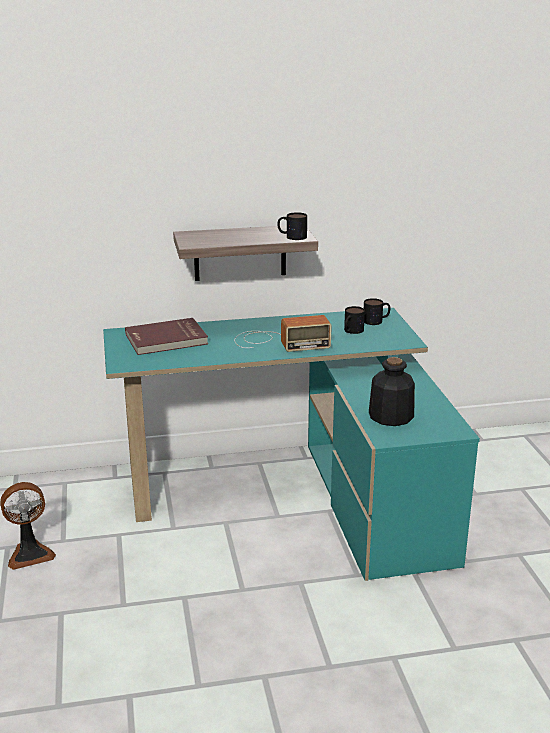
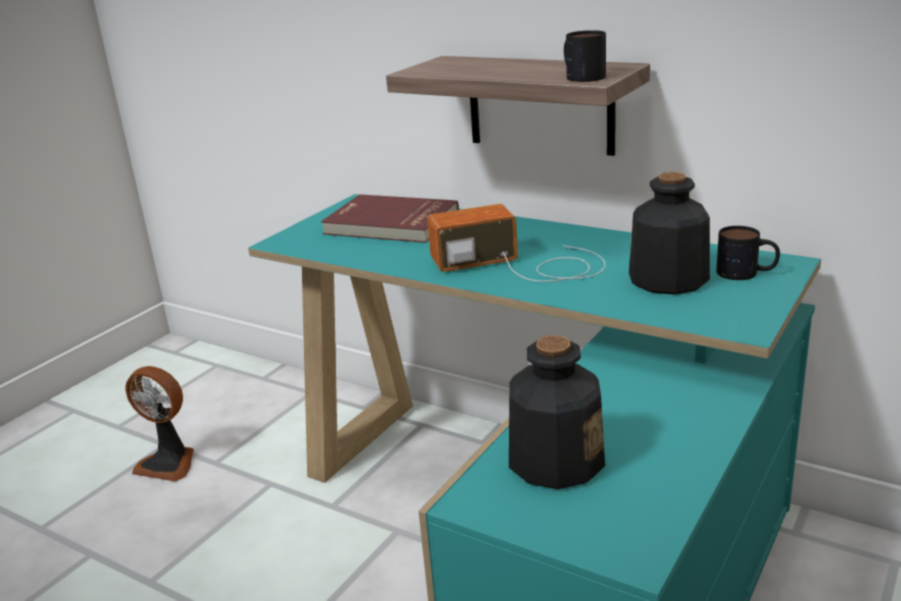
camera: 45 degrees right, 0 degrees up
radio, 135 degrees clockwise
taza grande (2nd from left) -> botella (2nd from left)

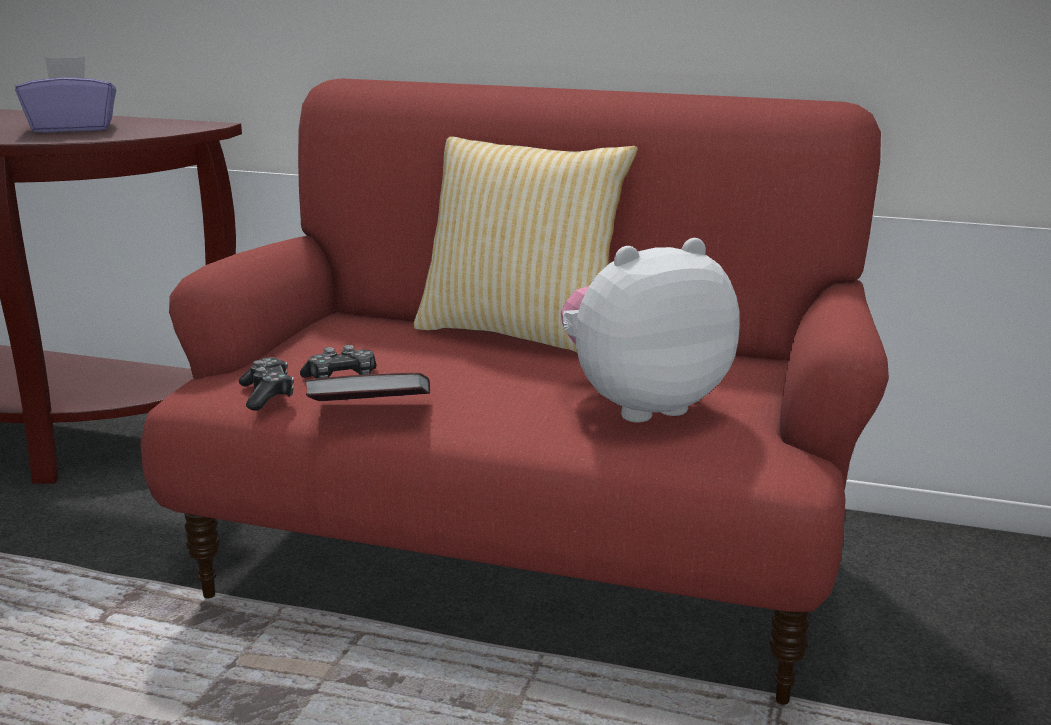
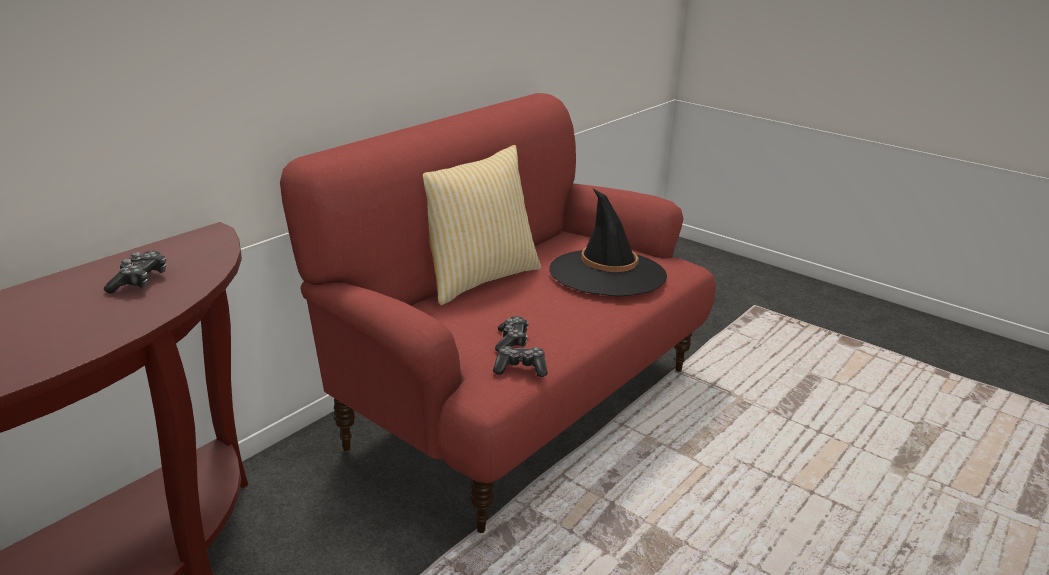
camera: 70 degrees left, 5 degrees up
caja de pañuelos [morado] -> mando de consola (1st from left)
peluche -> sombrero [negro]
libro -> none

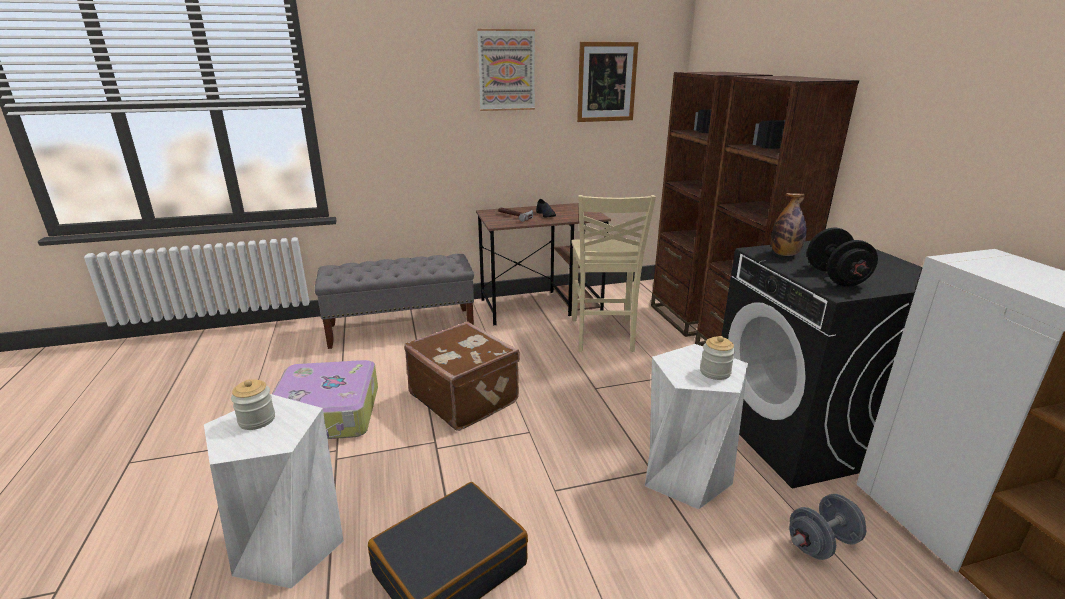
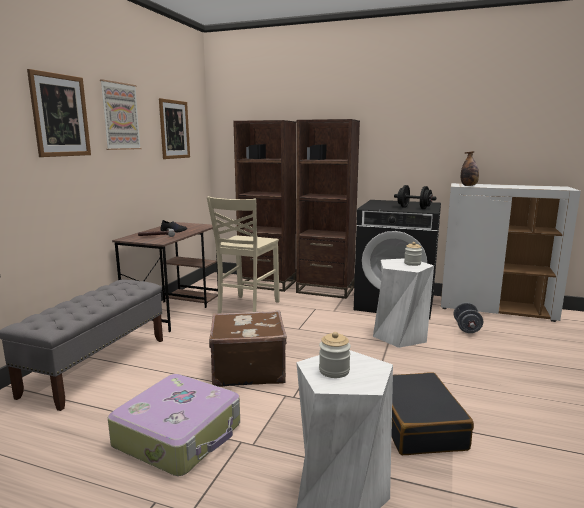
camera: 55 degrees left, 10 degrees down
none -> cuadro (1st from left)
silla [beis], 75 degrees clockwise
botella, move

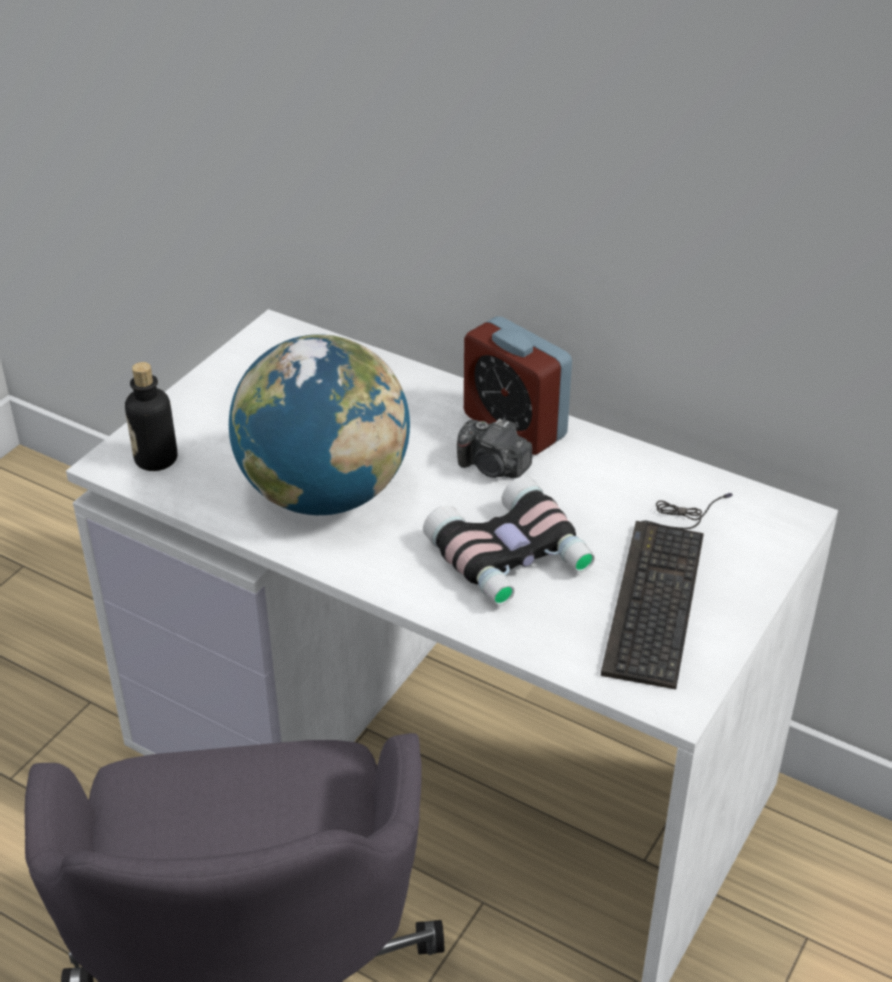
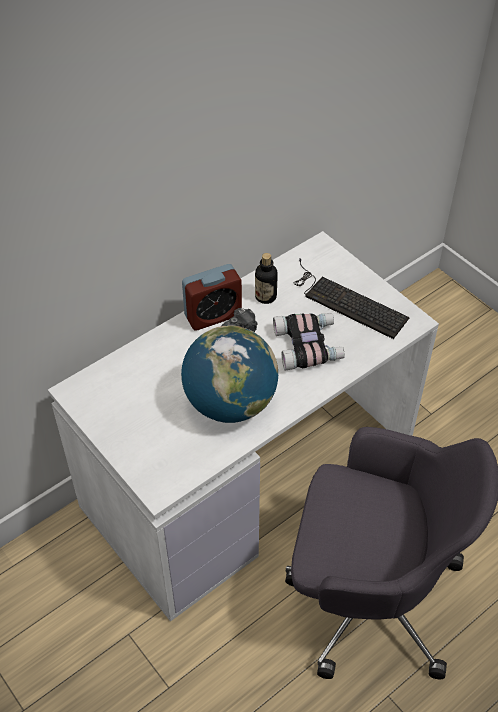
camera: 70 degrees left, 10 degrees up
botella, move

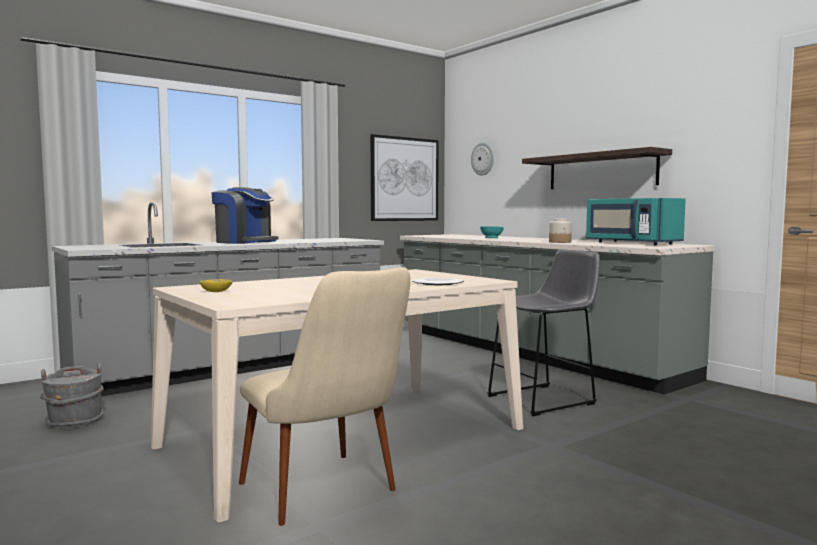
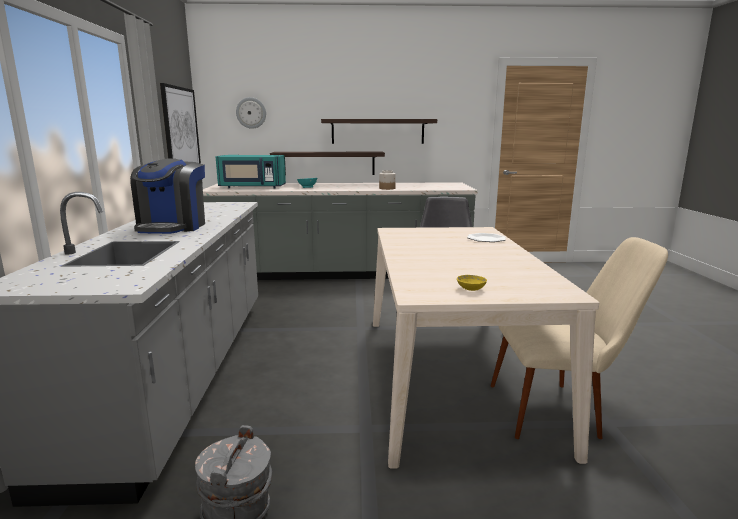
camera: 55 degrees left, 10 degrees up
cafetera, 120 degrees clockwise
microondas [turquesa], move
none -> estante (1st from left)

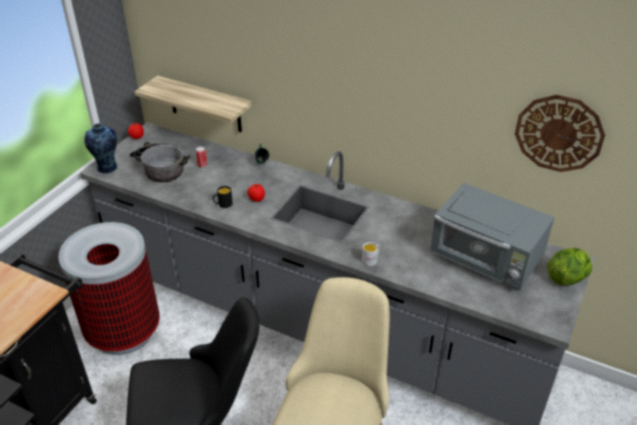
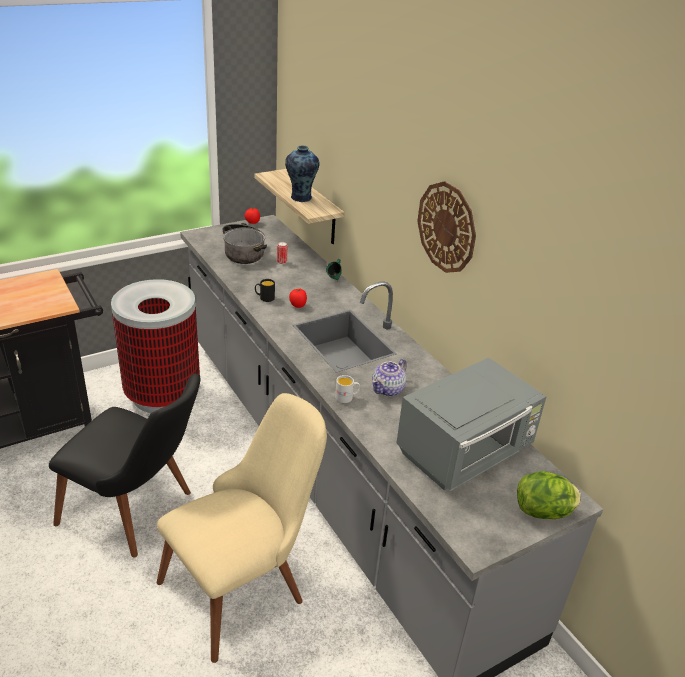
camera: 30 degrees right, 5 degrees down
florero, move
none -> tetera
microondas [gris], 105 degrees counterclockwise
reloj de pared, move

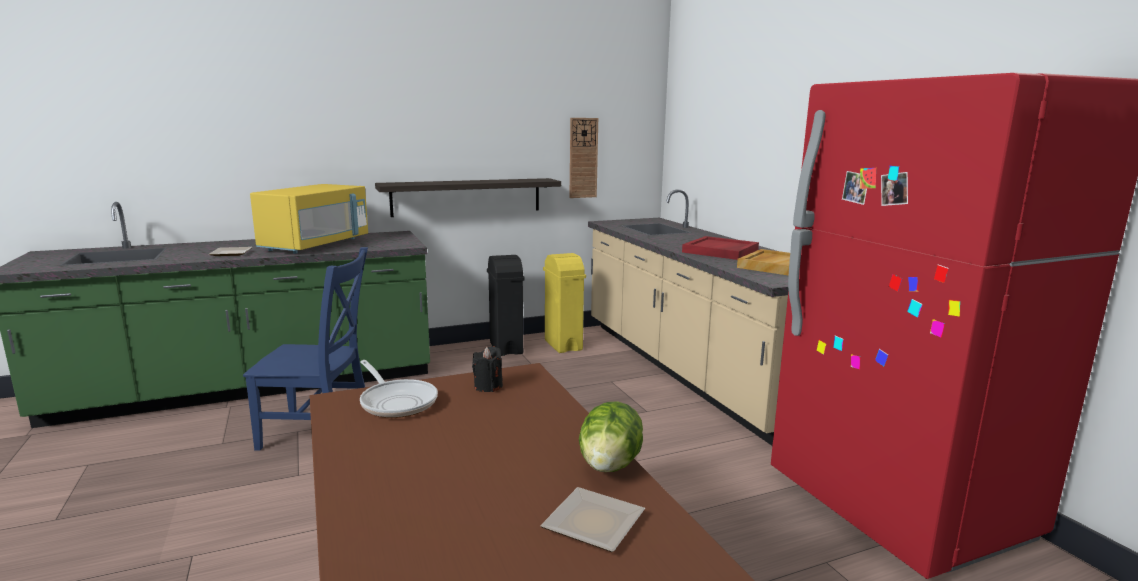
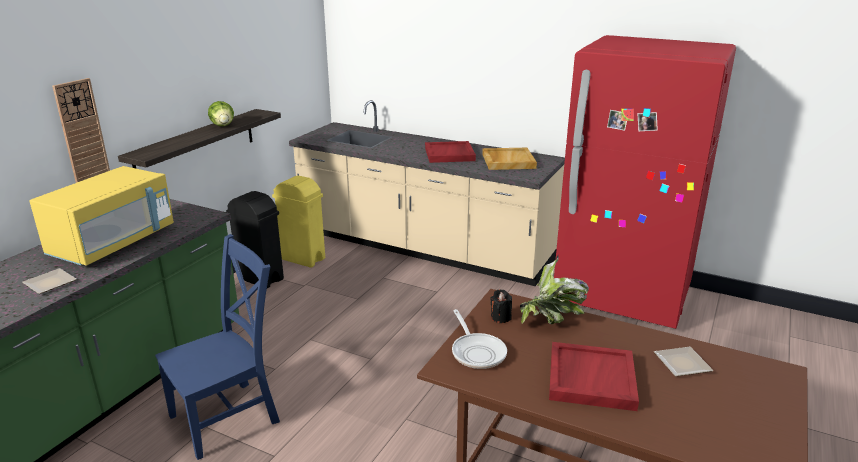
camera: 40 degrees left, 10 degrees up
microondas [amarillo], 45 degrees clockwise
reloj de pared, move
lechuga, move
sartén, 60 degrees clockwise
none -> planta en maceta
none -> bandeja [rojo] (2nd from left)

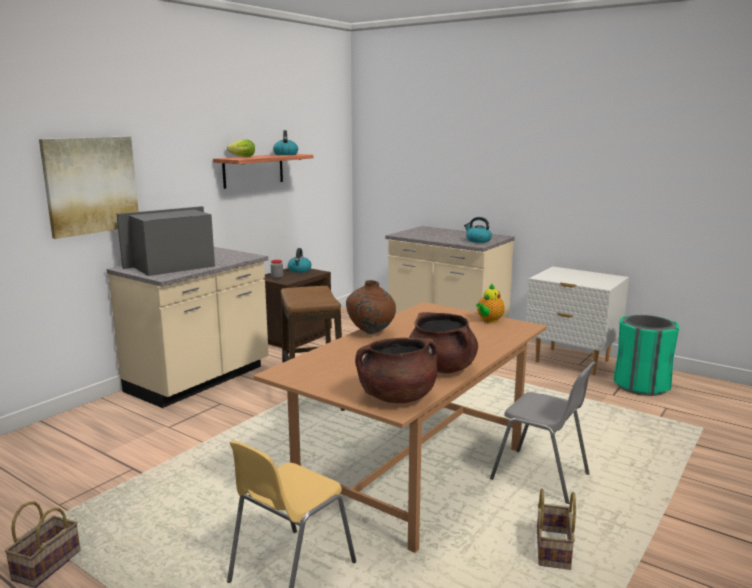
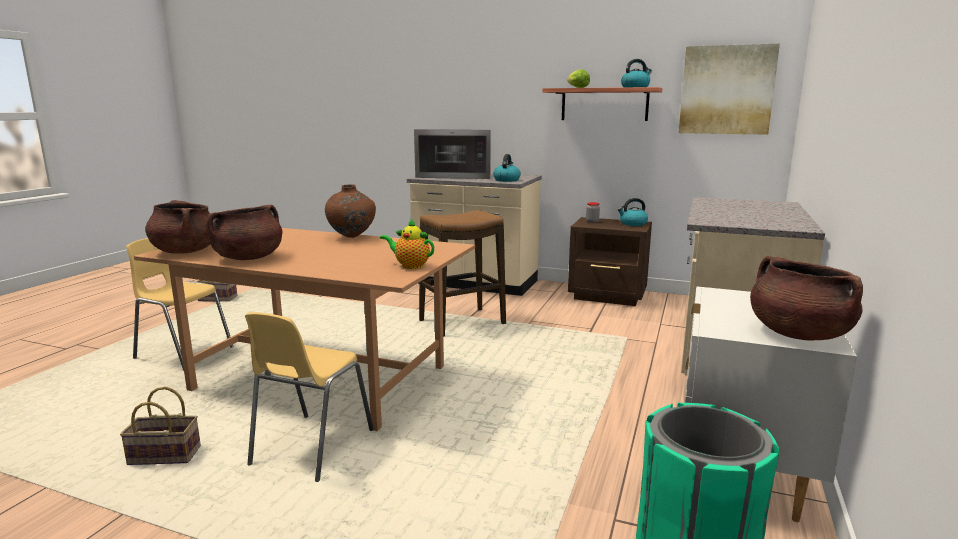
camera: 75 degrees right, 0 degrees up
silla [gris] -> silla [amarillo] (2nd from left)
microondas, 150 degrees clockwise
hervidor (3rd from left in the first image) -> hervidor (1st from left), move
cuadro, move
none -> olla [marrón] (3rd from left)

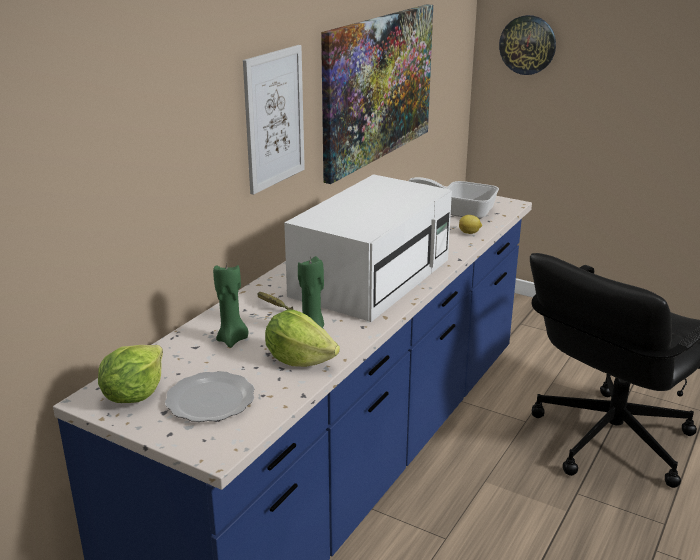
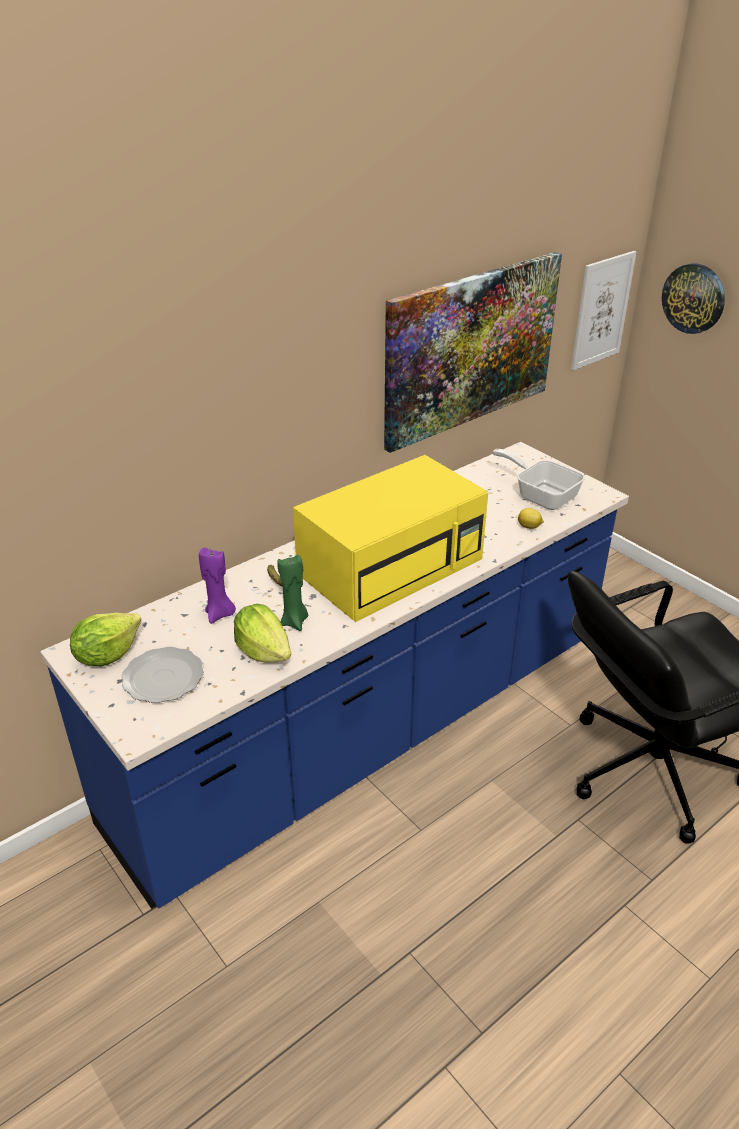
camera: 20 degrees right, 10 degrees up
vela [verde] (1st from left) -> vela [morado]
microondas [blanco] -> microondas [amarillo]
cuadro (1st from left in the first image) -> cuadro (2nd from left), move

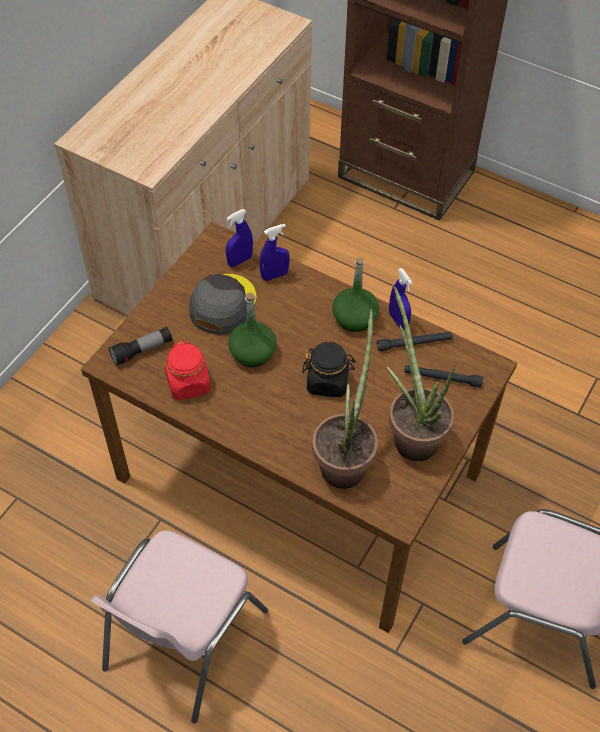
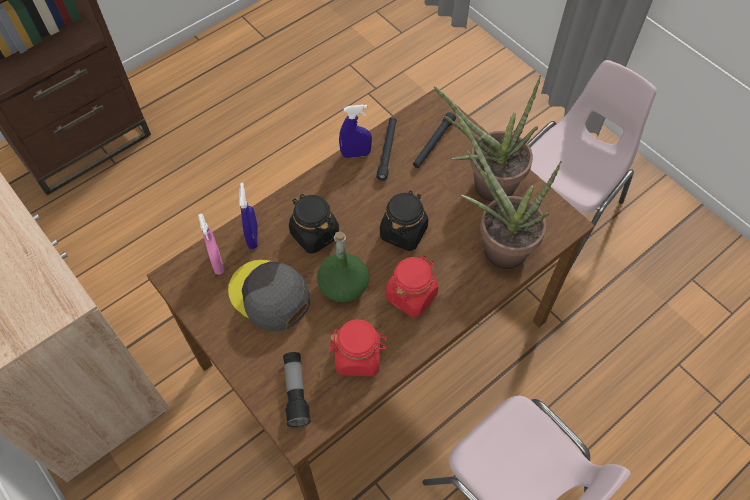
camera: 70 degrees left, 5 degrees up
pulverizador [azul] (1st from left) -> pulverizador [rosa]
none -> tarro [negro] (1st from left)
none -> tarro [rojo] (2nd from left)
botella [verde] (2nd from left) -> none

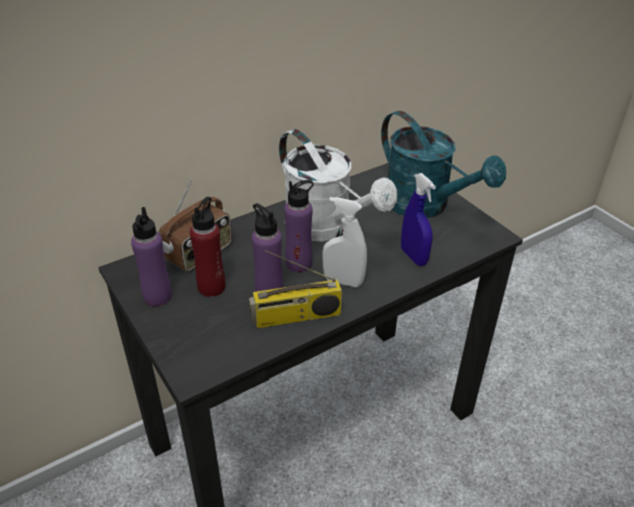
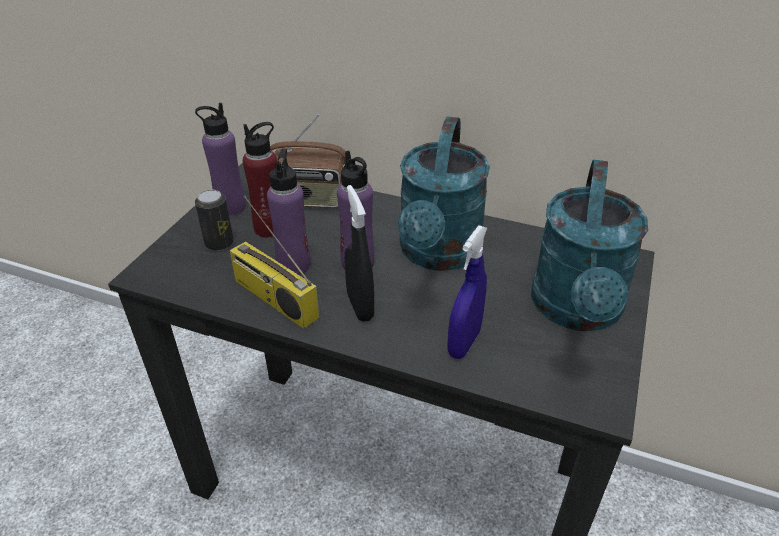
camera: 55 degrees right, 0 degrees up
none -> lata
pulverizador [blanco] -> pulverizador [negro]
regadera [blanco] -> regadera [turquesa] (1st from left)

